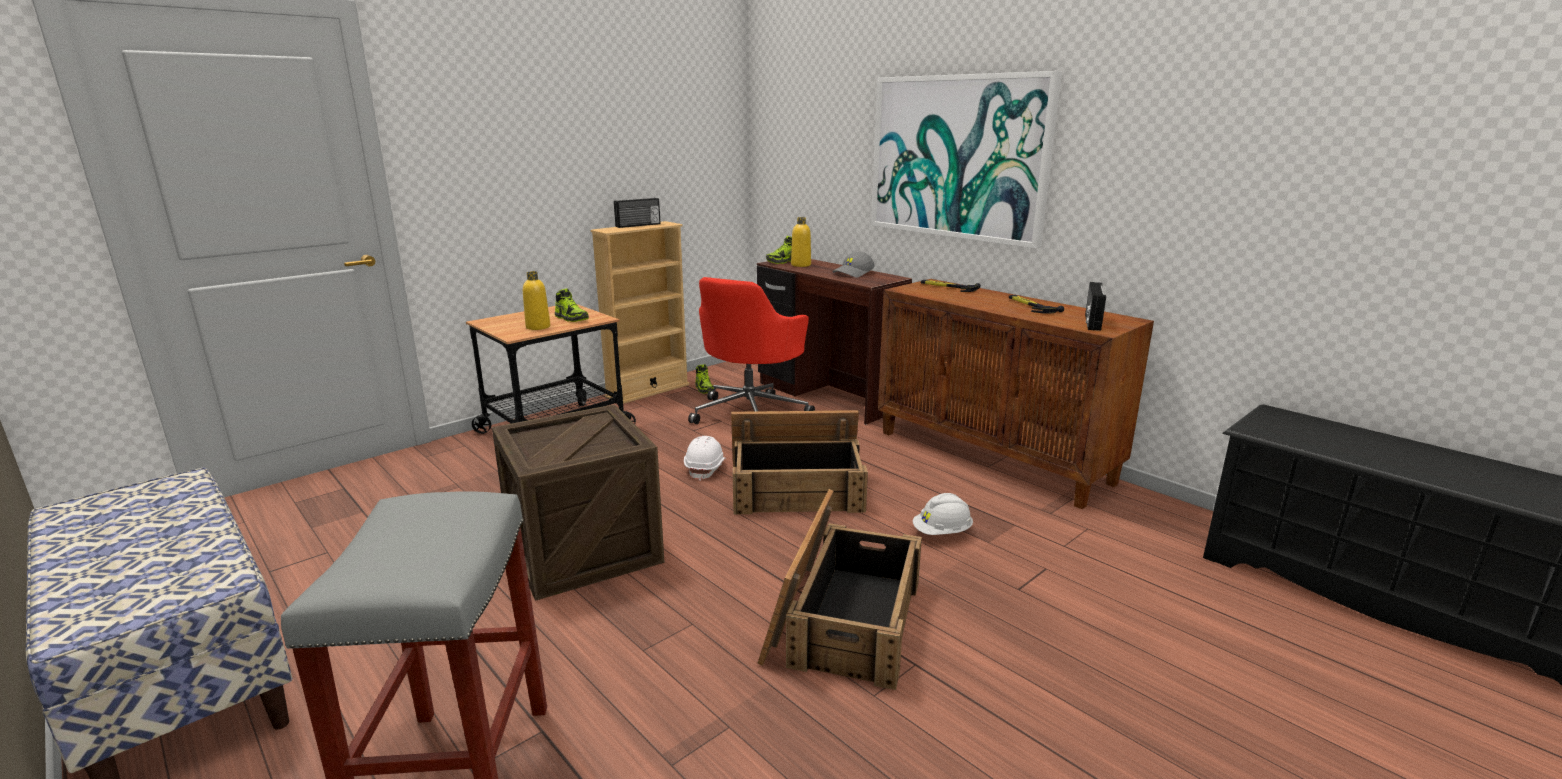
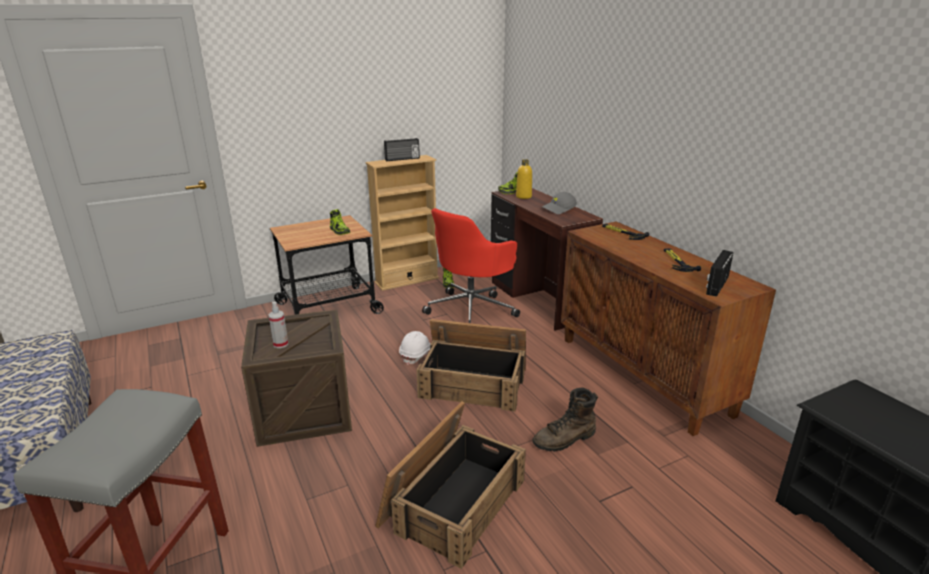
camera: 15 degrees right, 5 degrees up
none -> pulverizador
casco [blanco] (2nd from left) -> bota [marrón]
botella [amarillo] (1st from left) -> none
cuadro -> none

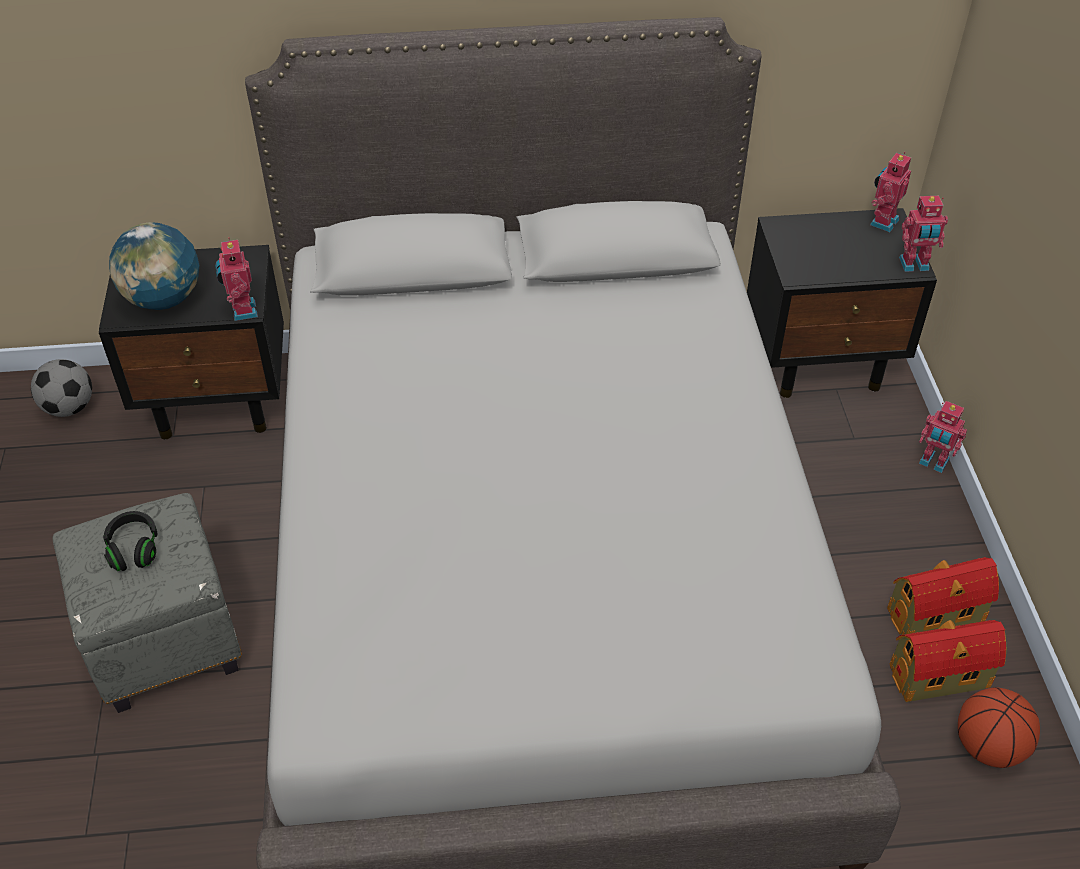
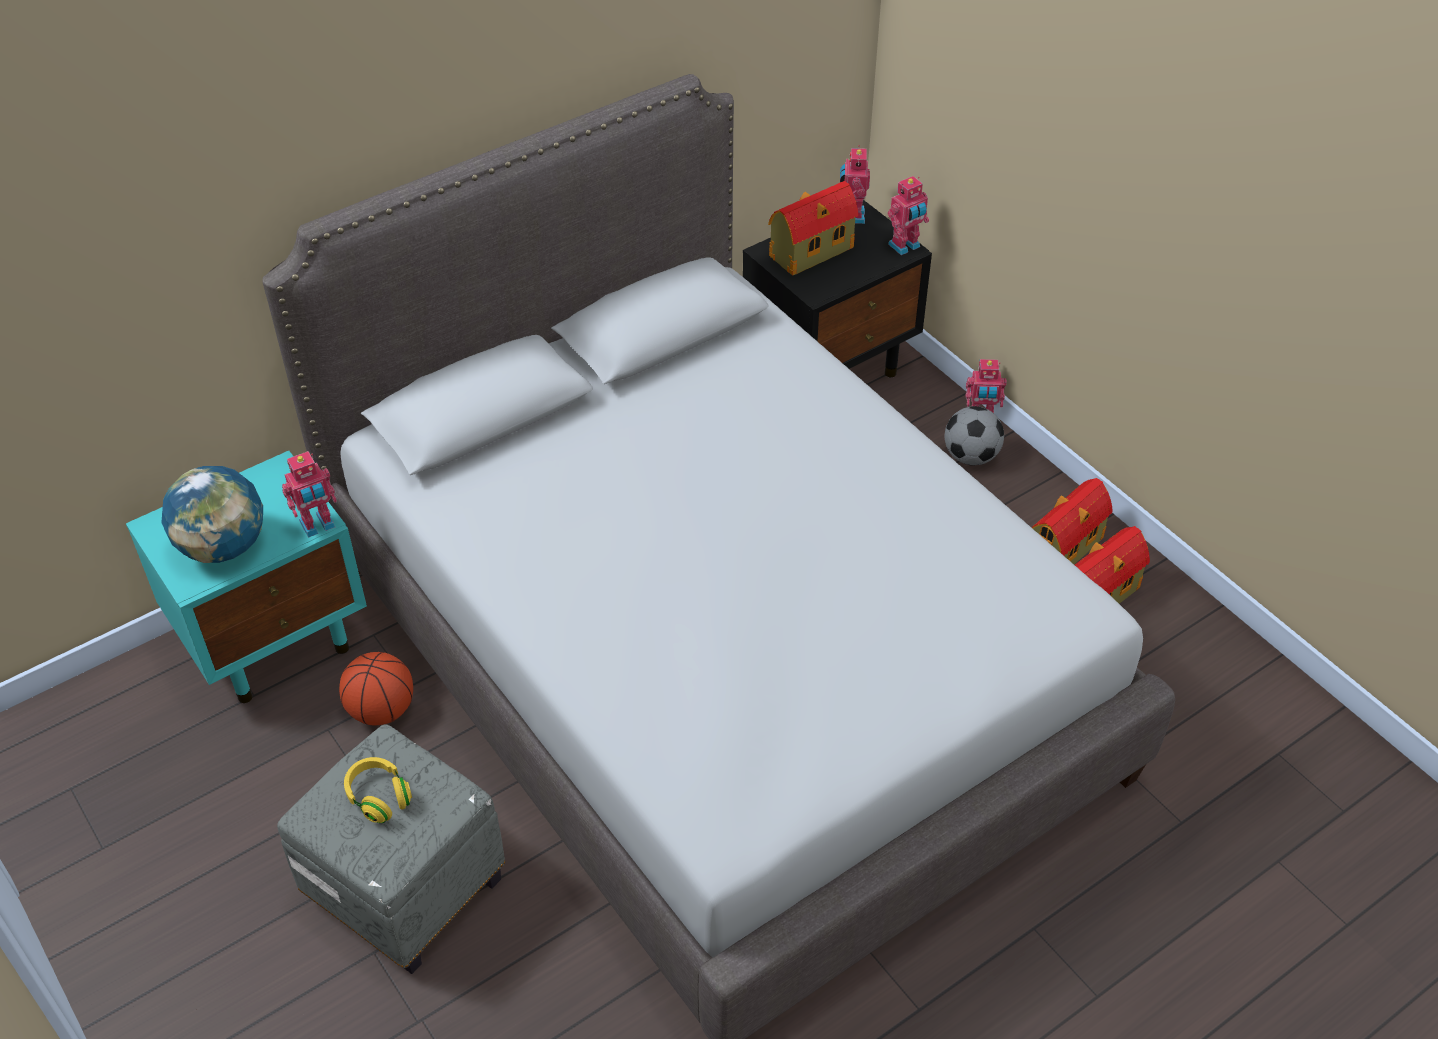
camera: 30 degrees left, 0 degrees up
mesita de noche [negro] (1st from left) -> mesita de noche [turquesa]
robot de juguete (1st from left), 75 degrees counterclockwise
balón de baloncesto, move
auriculares [negro] -> auriculares [amarillo]
none -> casita (1st from left)
balón de fútbol, move

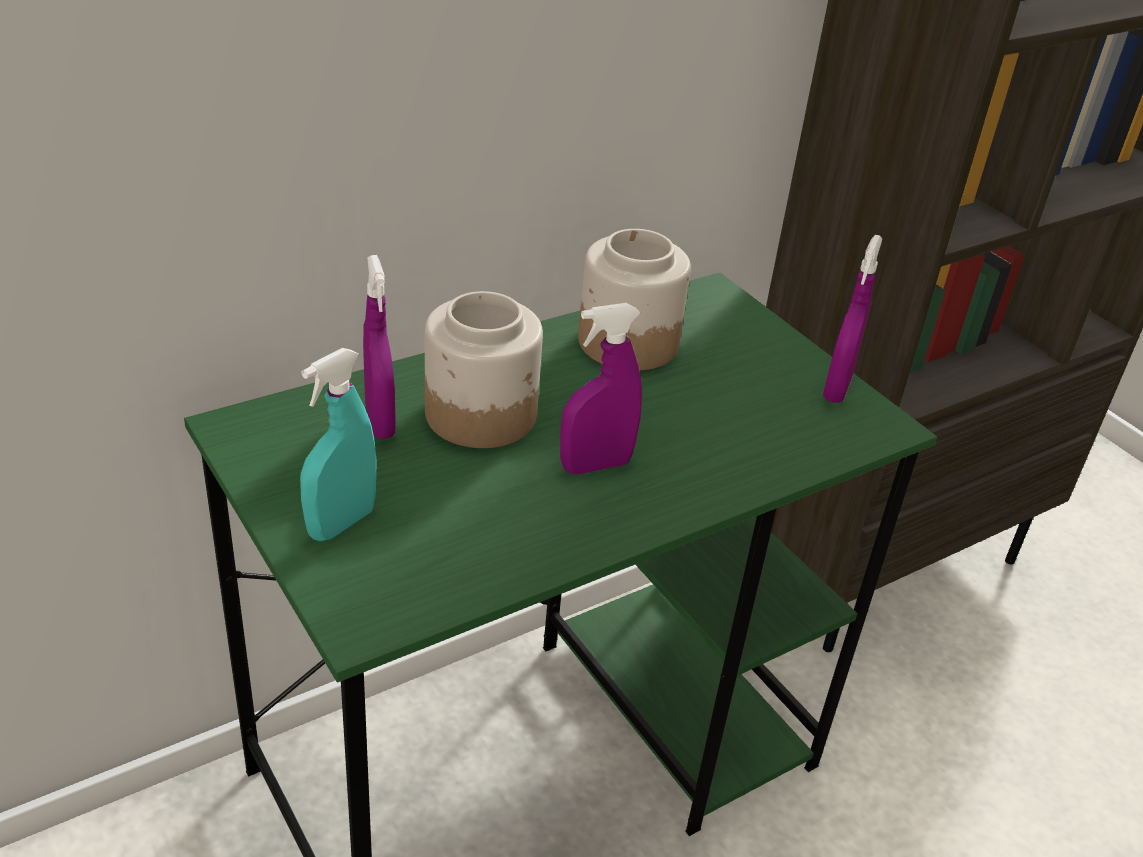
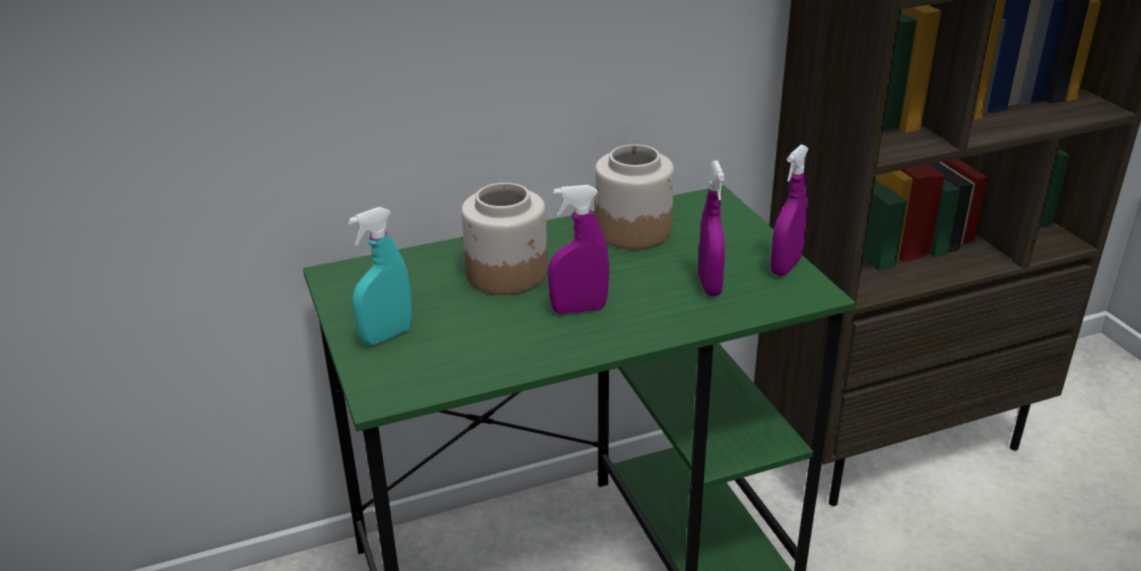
camera: 15 degrees right, 5 degrees down
pulverizador [morado] (1st from left in the first image) -> pulverizador [morado] (2nd from left), move

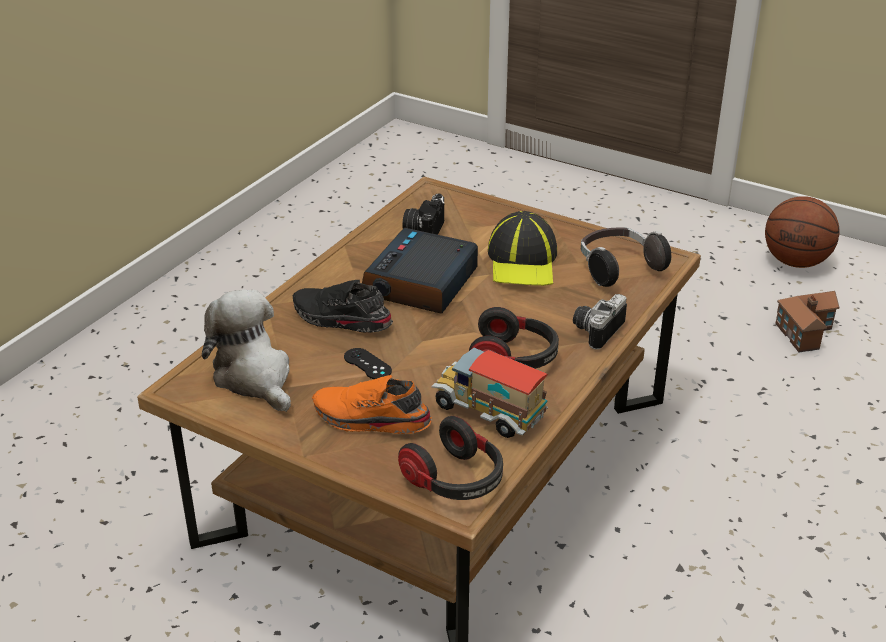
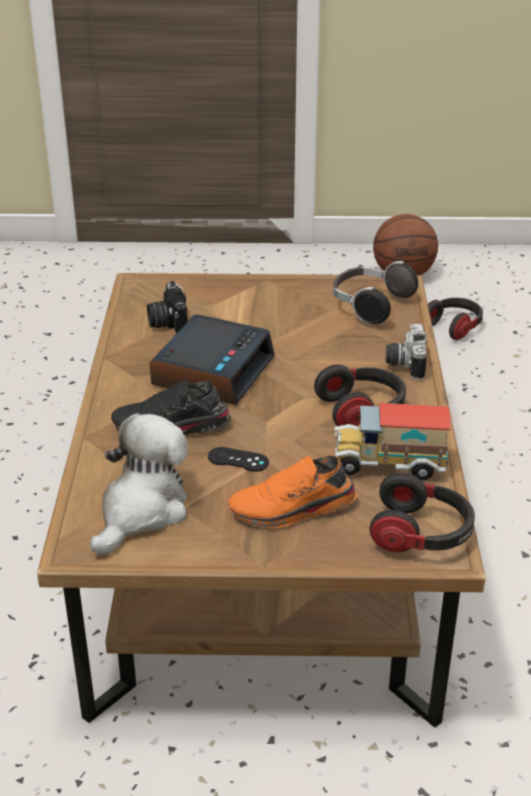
camera: 30 degrees left, 0 degrees up
peluche, 90 degrees clockwise
despertador, 150 degrees counterclockwise
casita -> auriculares (4th from left)
gorra -> none

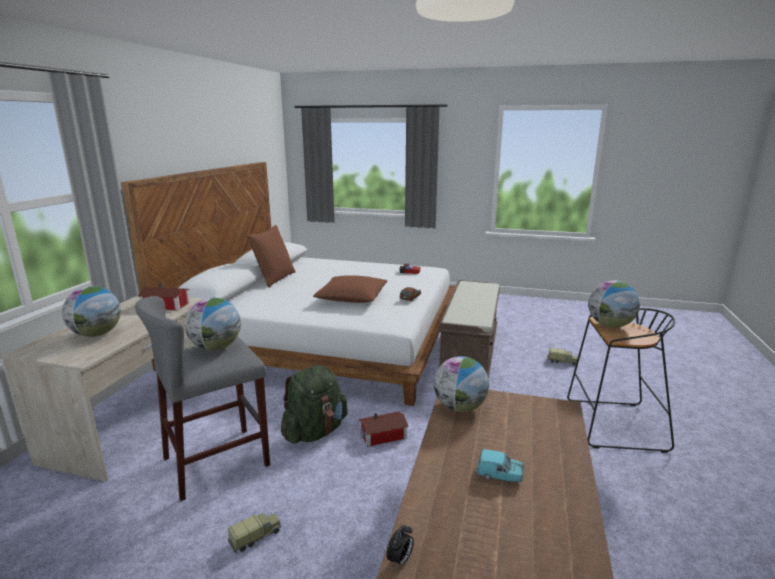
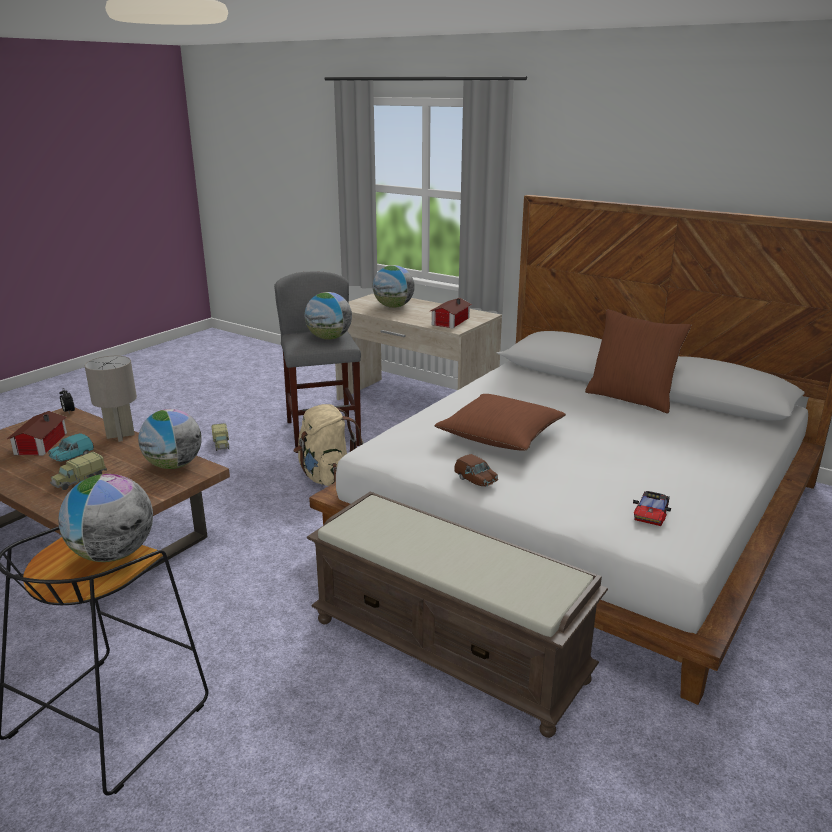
camera: 110 degrees right, 5 degrees up
casita (2nd from left in the first image) -> casita (1st from left), move
camión de juguete (2nd from left in the first image) -> camión de juguete (1st from left), move
none -> lámpara de mesa [gris]
mochila [verde] -> mochila [beis]

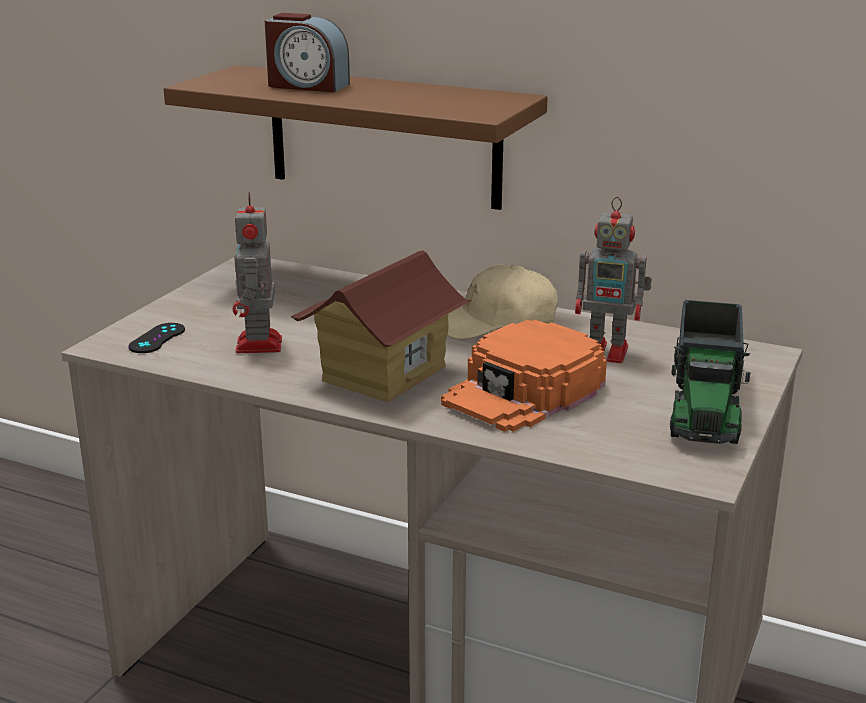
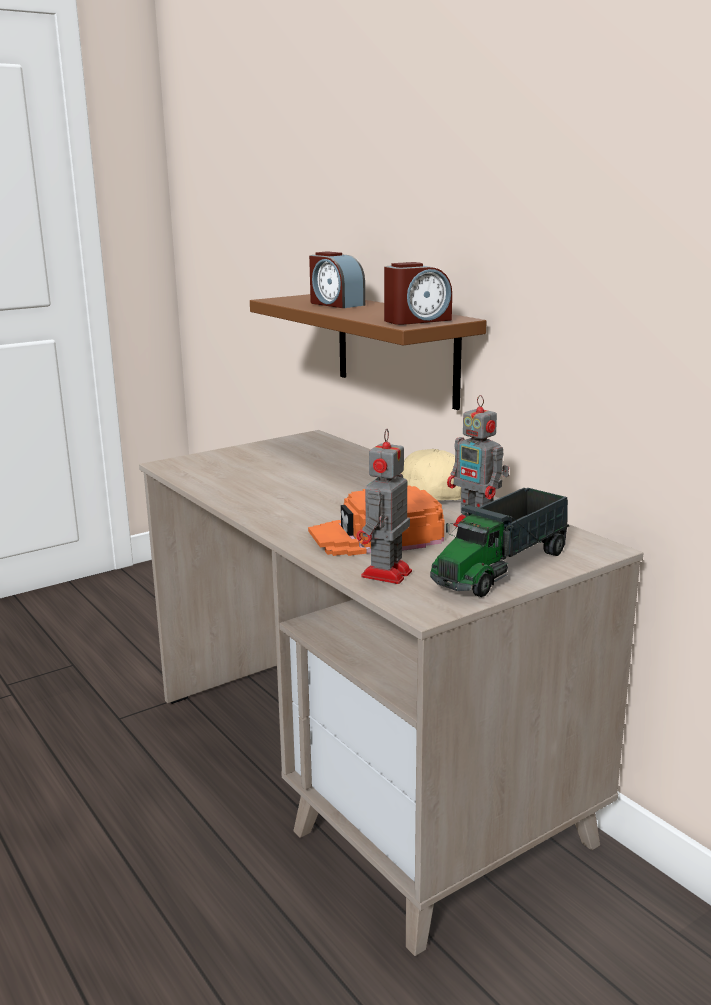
camera: 30 degrees right, 5 degrees down
robot de juguete (1st from left), move
none -> despertador (2nd from left)
mando de consola [negro] -> none
casita -> none

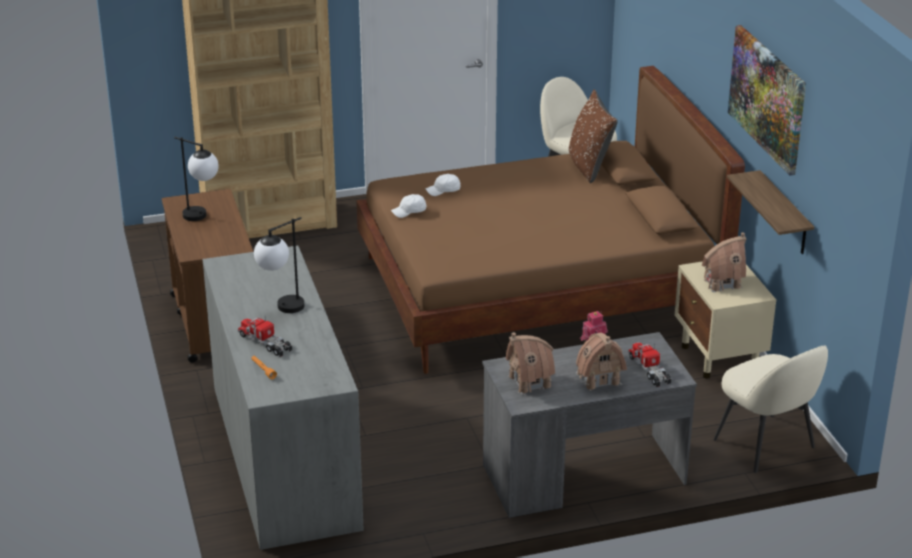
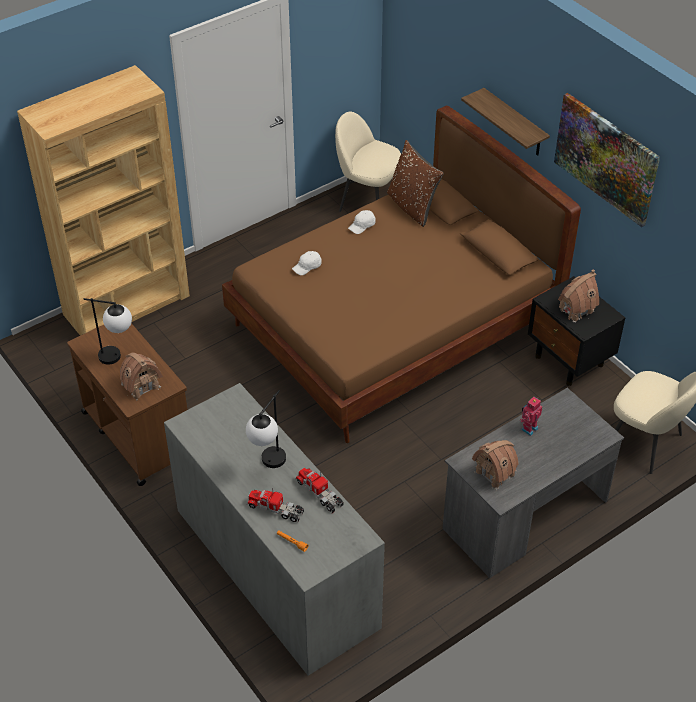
camera: 20 degrees left, 15 degrees up
casita (2nd from left in the first image) -> casita (1st from left), move
camión de juguete (2nd from left), move
gorra [blanco] (1st from left in the first image) -> gorra [blanco] (2nd from left), move
estante, move
mesita de noche [beis] -> mesita de noche [negro]

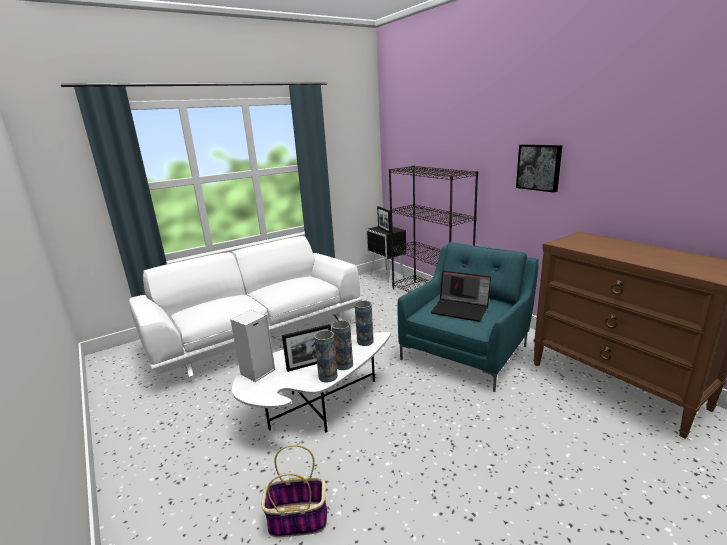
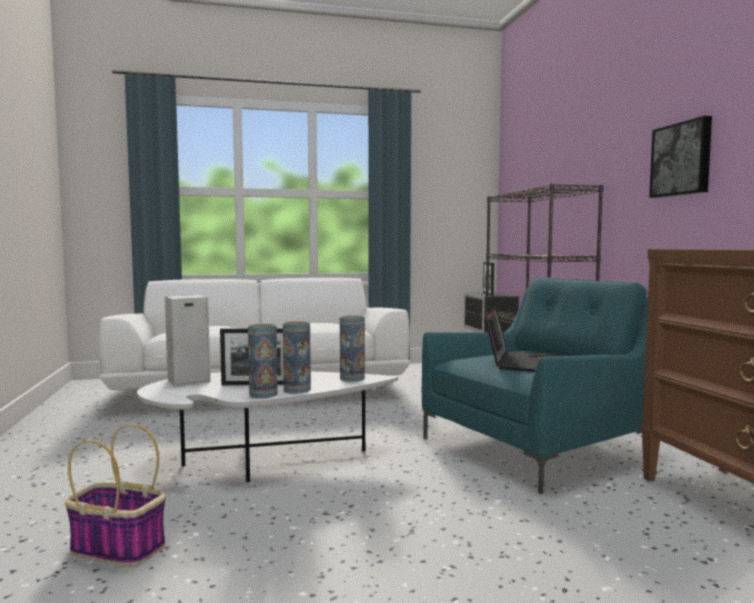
camera: 20 degrees right, 15 degrees down
portátil, 120 degrees counterclockwise

